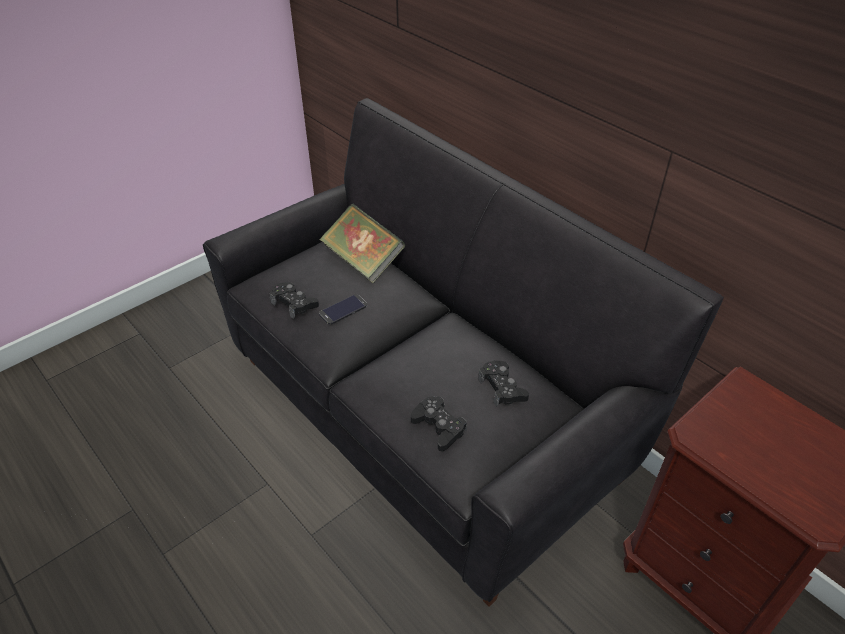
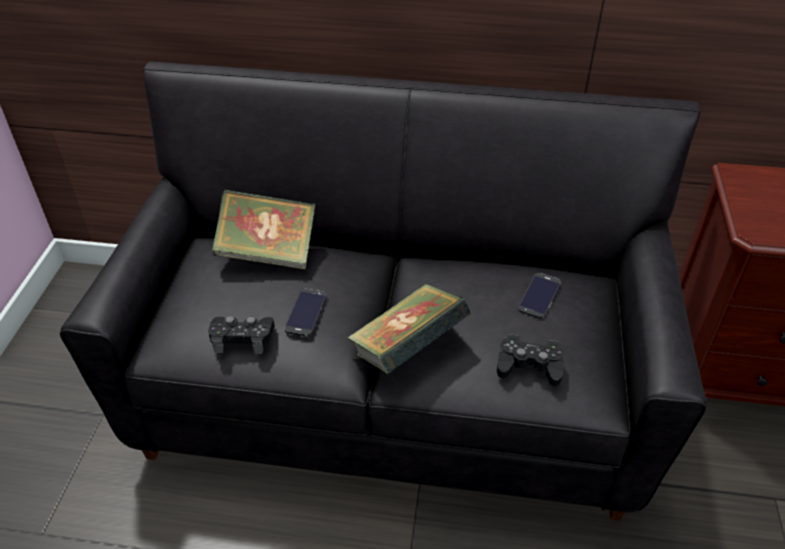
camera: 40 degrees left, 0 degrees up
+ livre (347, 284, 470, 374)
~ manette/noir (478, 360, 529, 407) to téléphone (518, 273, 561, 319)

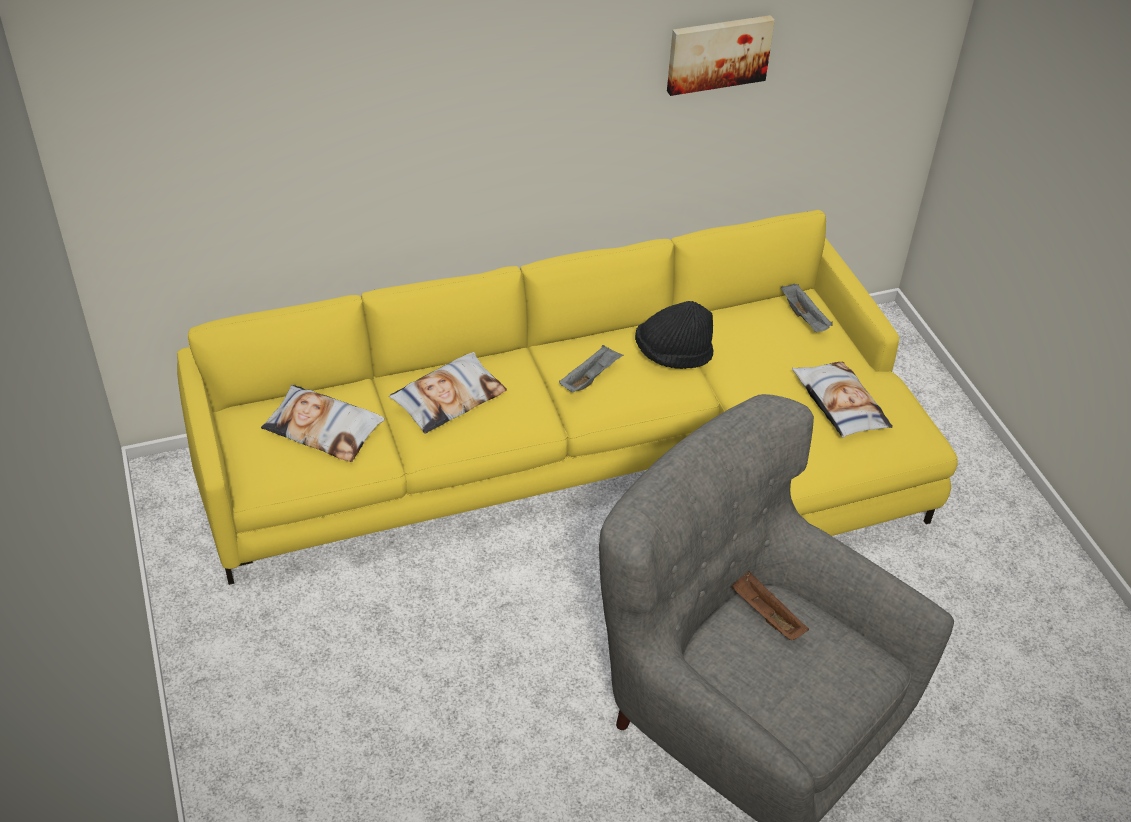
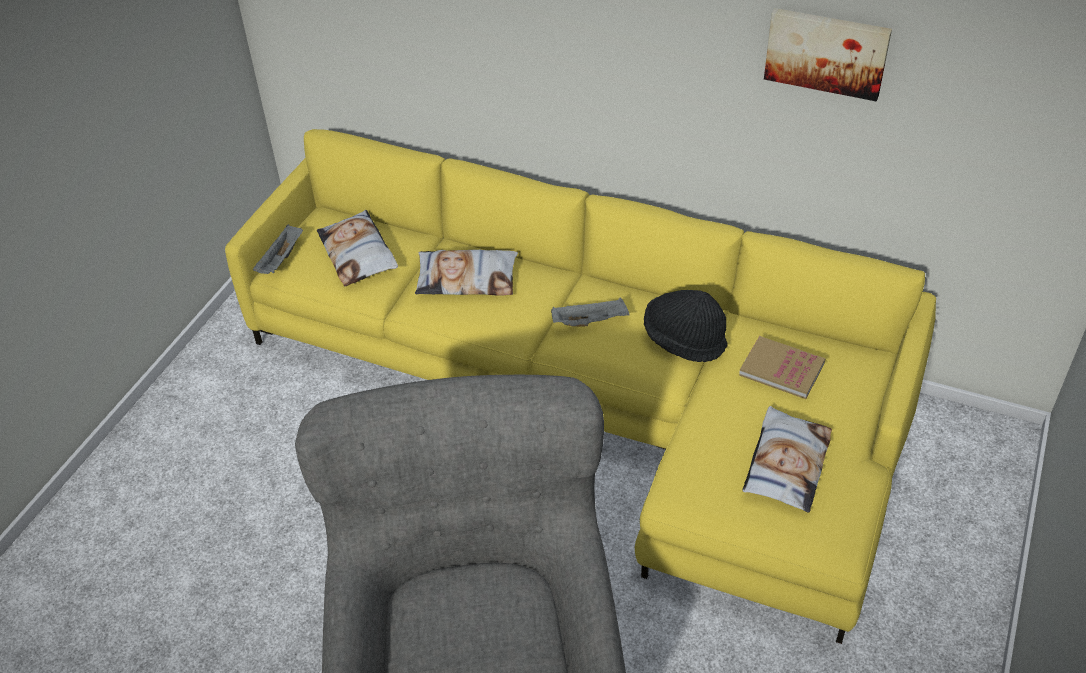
camera: 45 degrees right, 0 degrees up
- plateau/marron (731, 571, 809, 640)
+ livre (739, 336, 826, 399)
~ plateau/gris (781, 283, 833, 332) to (253, 224, 303, 274)

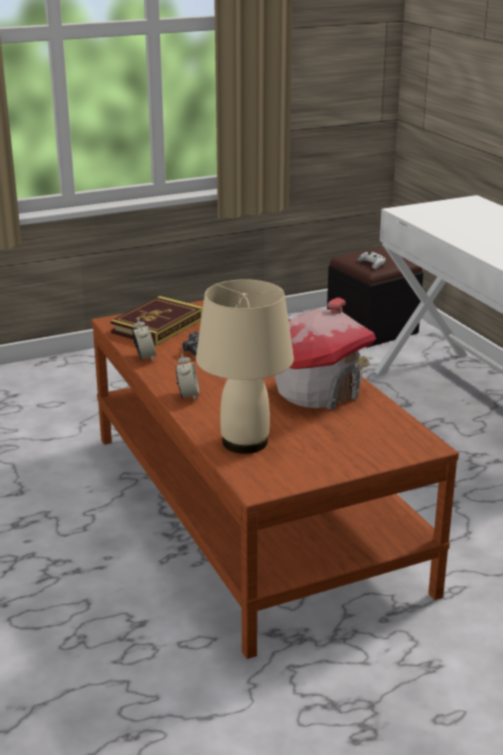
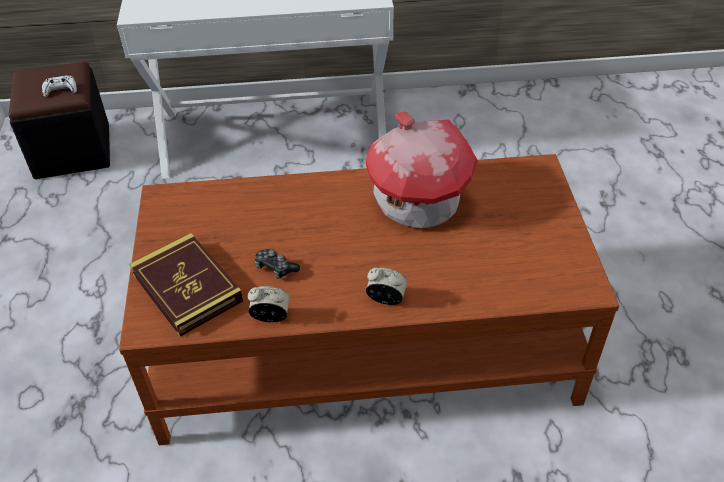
camera: 70 degrees left, 20 degrees up
- lampe de table/beige (196, 279, 294, 454)

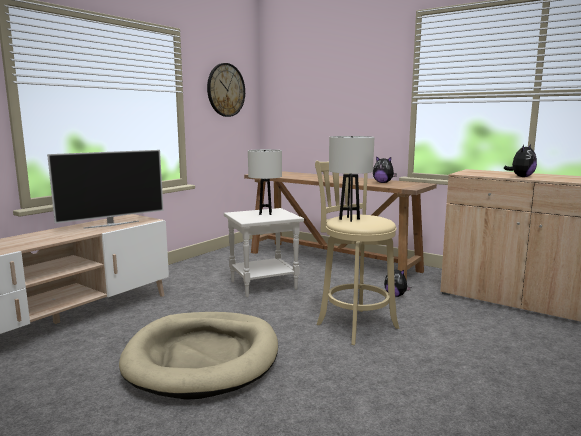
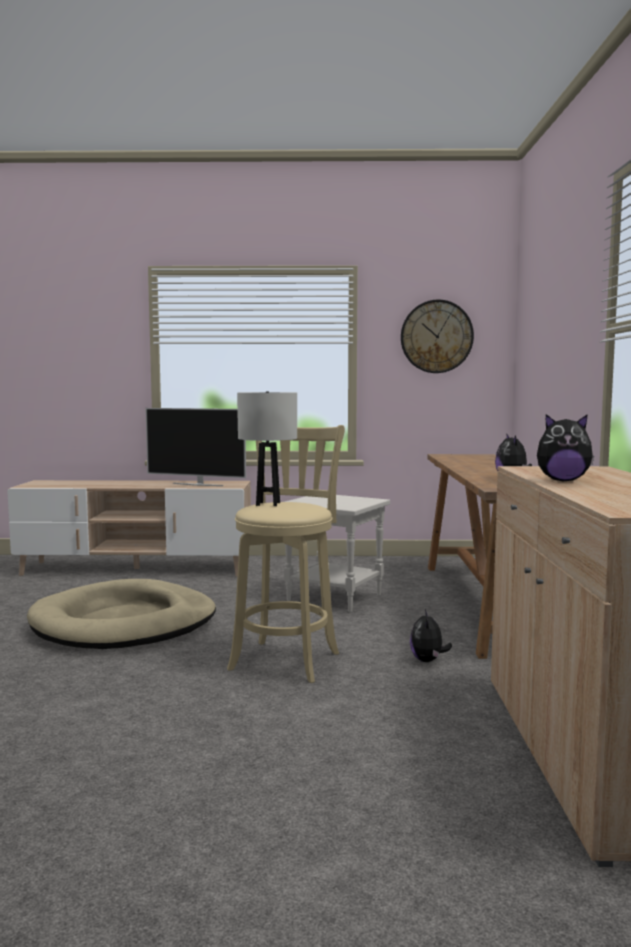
camera: 55 degrees right, 5 degrees down
- lampe de table/blanc (248, 149, 282, 215)

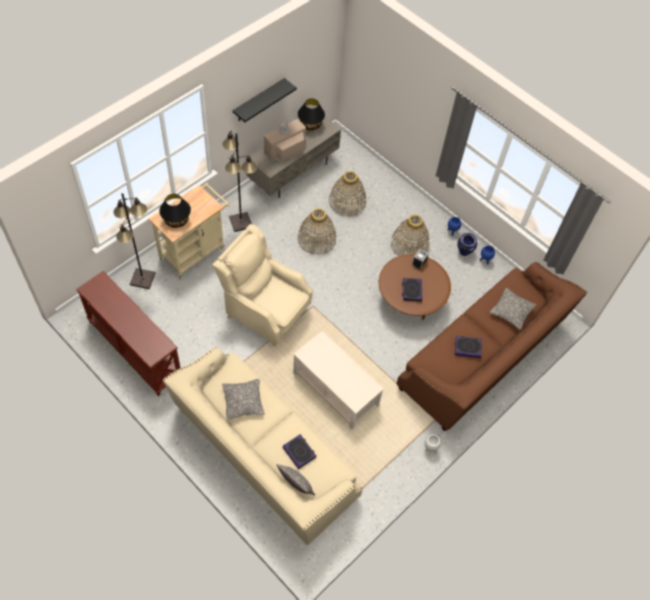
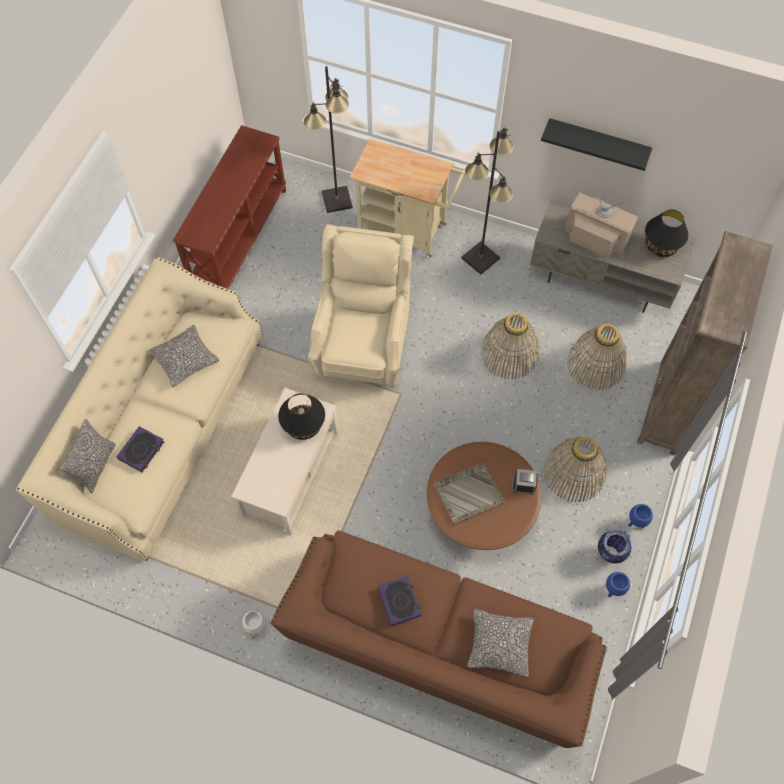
camera: 70 degrees right, 5 degrees up
+ bibliothèque/marron (637, 231, 773, 455)
~ lampe de table/noir (159, 194, 191, 228) to (278, 393, 325, 440)
~ livre (402, 278, 422, 302) to plateau/gris (434, 463, 505, 525)

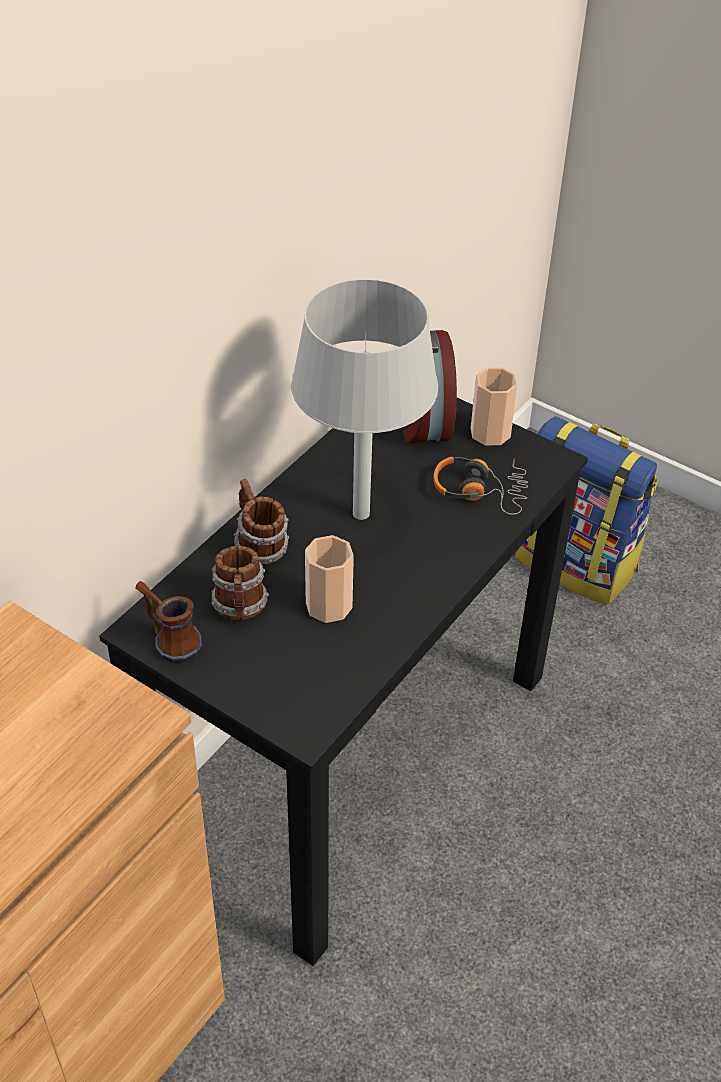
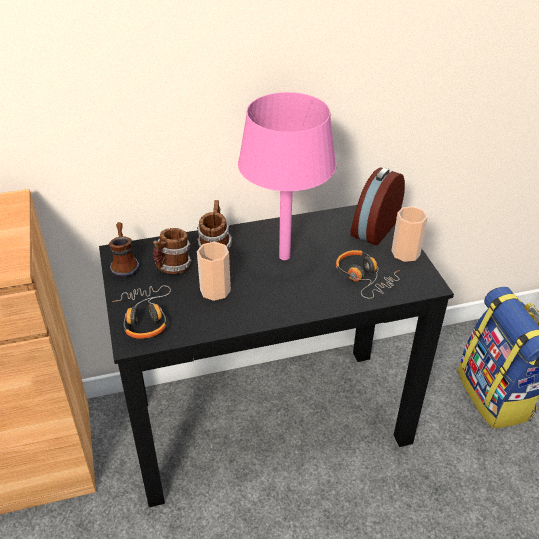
camera: 40 degrees right, 5 degrees down
+ casque audio (112, 285, 171, 339)
~ lampe de table/gris (291, 279, 438, 520) to lampe de table/rose (238, 92, 336, 260)

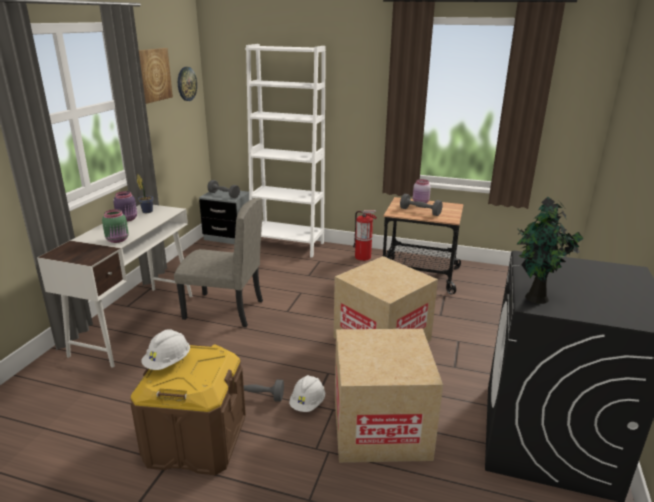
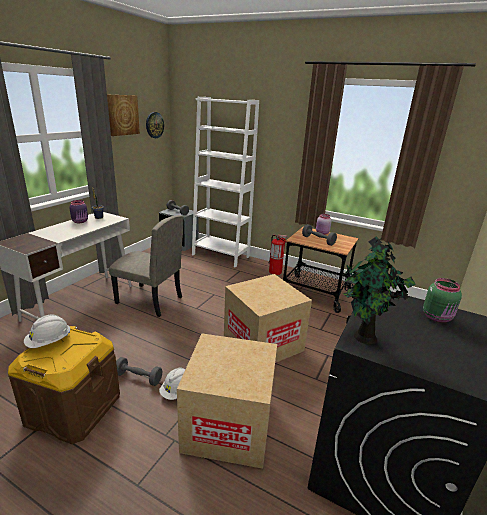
camera: 10 degrees right, 0 degrees up
~ bocal/vert (102, 209, 129, 243) to (423, 278, 462, 323)

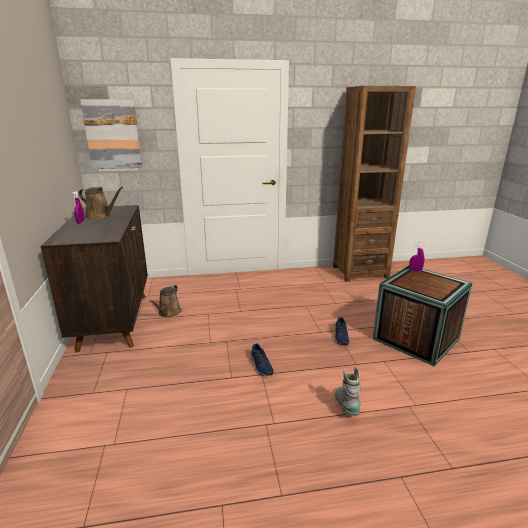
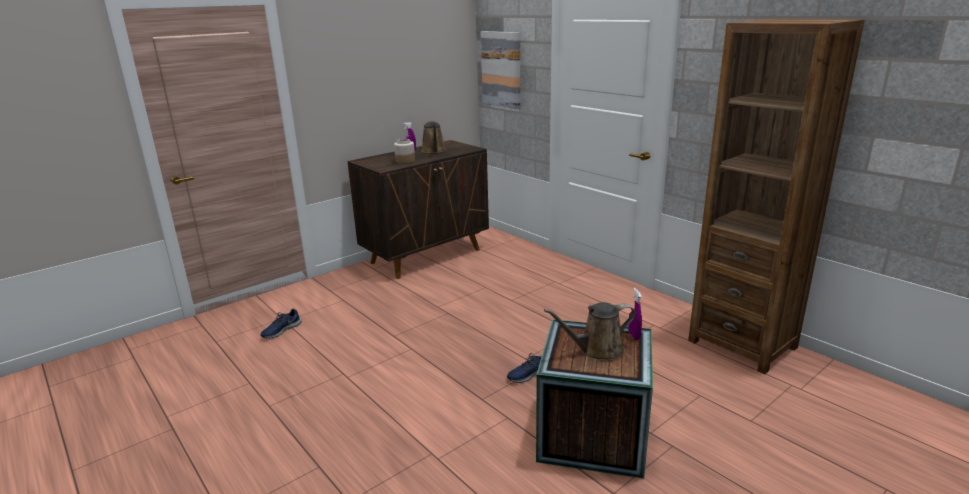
camera: 60 degrees right, 0 degrees up
- botte/gris (335, 366, 361, 416)
+ bocal (394, 139, 415, 164)
~ arrosoir/marron (149, 285, 182, 317) to (544, 302, 636, 361)
~ chaussure/bleu (250, 344, 274, 376) to (261, 309, 301, 338)

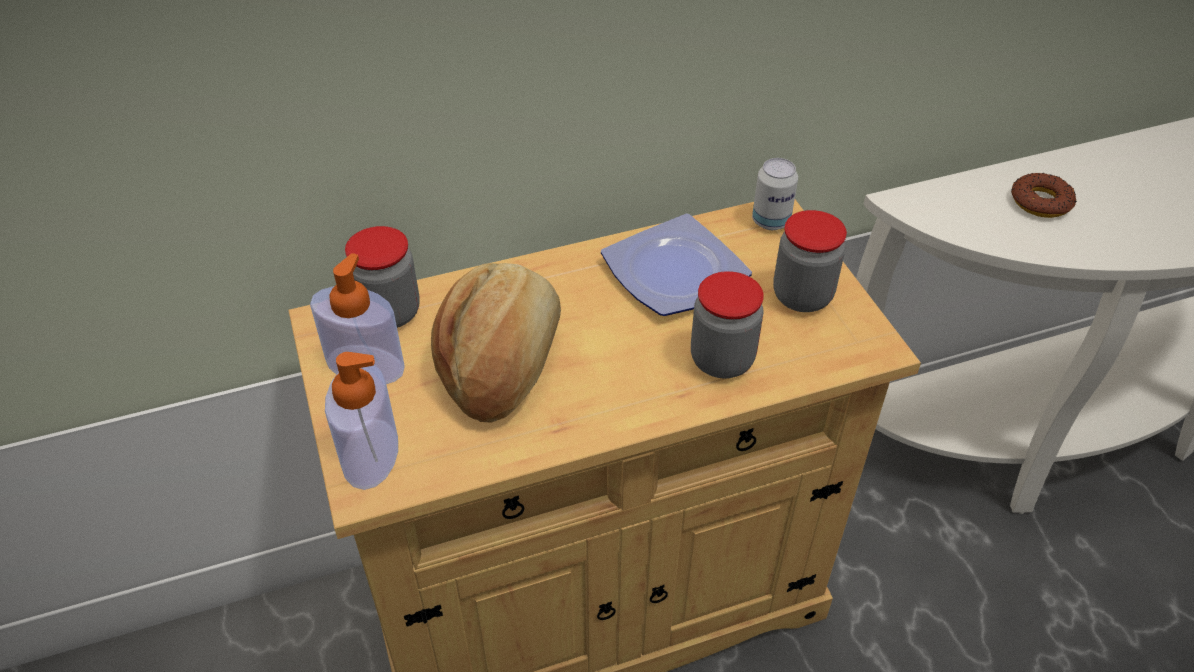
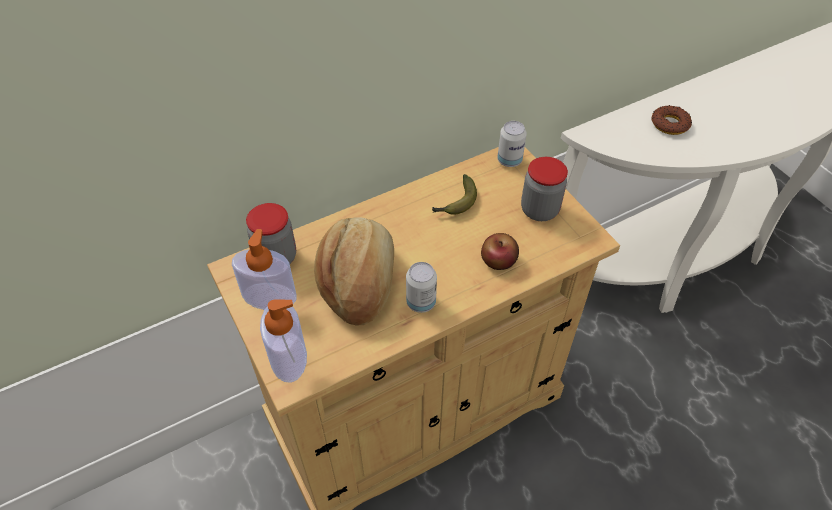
camera: 10 degrees left, 5 degrees up
+ boîte métallique (406, 262, 437, 313)
~ assiette (601, 213, 752, 316) to banane (432, 174, 477, 215)
~ bocal (691, 271, 764, 379) to pomme (481, 233, 519, 270)

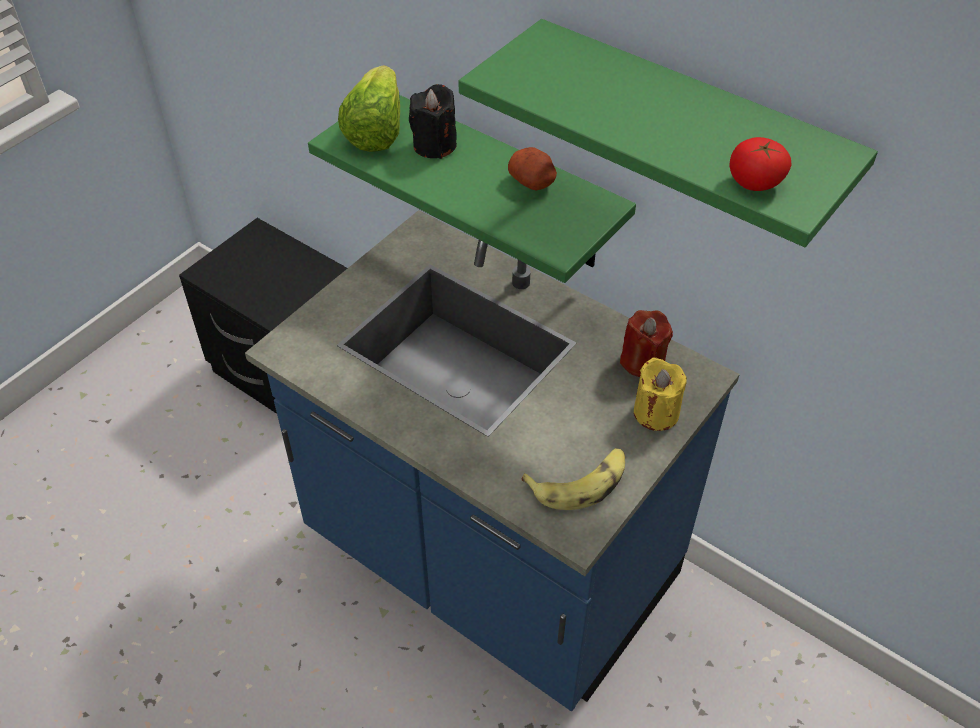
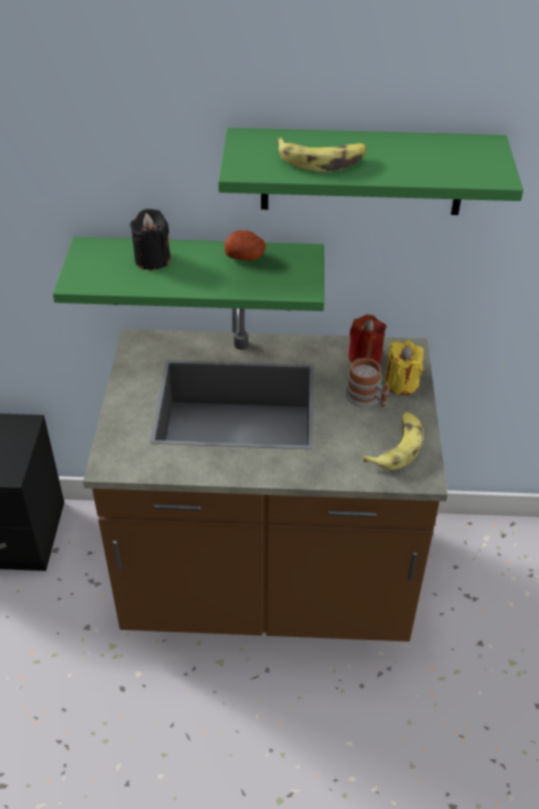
camera: 35 degrees left, 5 degrees down
- laitue (338, 65, 400, 152)
- tomate (730, 137, 791, 191)
+ banane (276, 138, 367, 172)
+ mug (345, 358, 390, 408)
~ comptoir de cuisine/bleu (245, 210, 740, 711) to comptoir de cuisine/marron (83, 308, 448, 642)

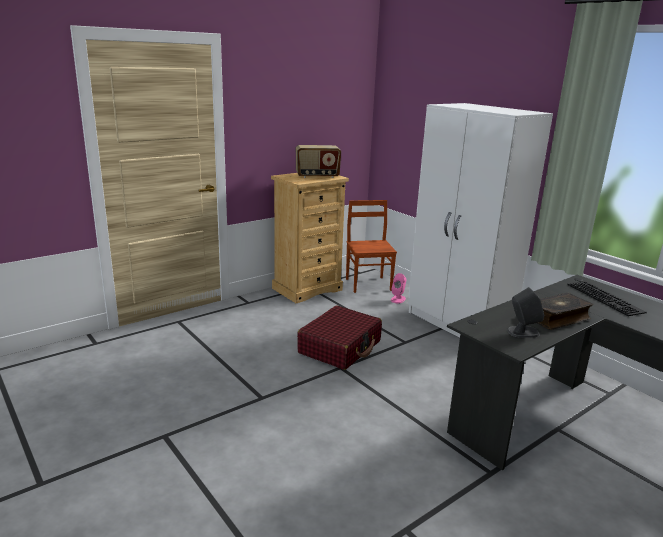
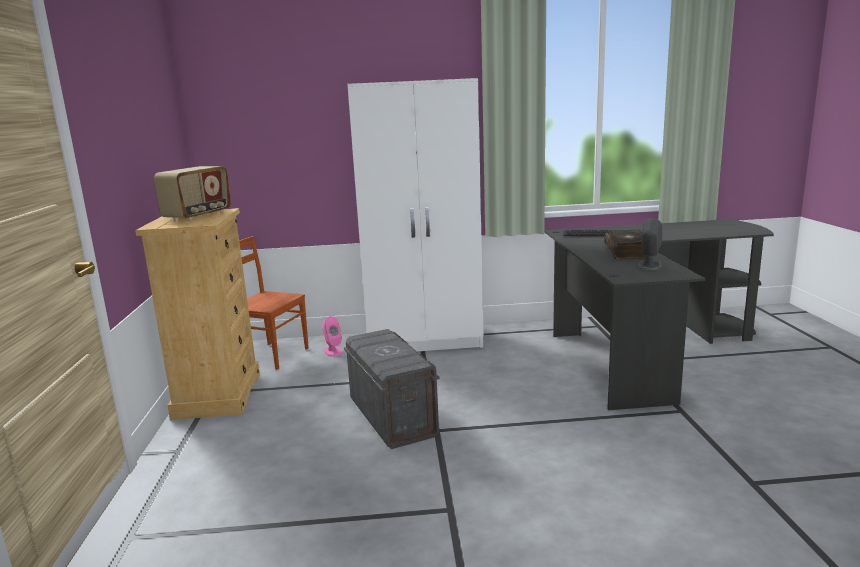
camera: 55 degrees left, 5 degrees down
~ valise/rouge (297, 306, 382, 370) to boîte de rangement/gris (344, 329, 440, 449)

